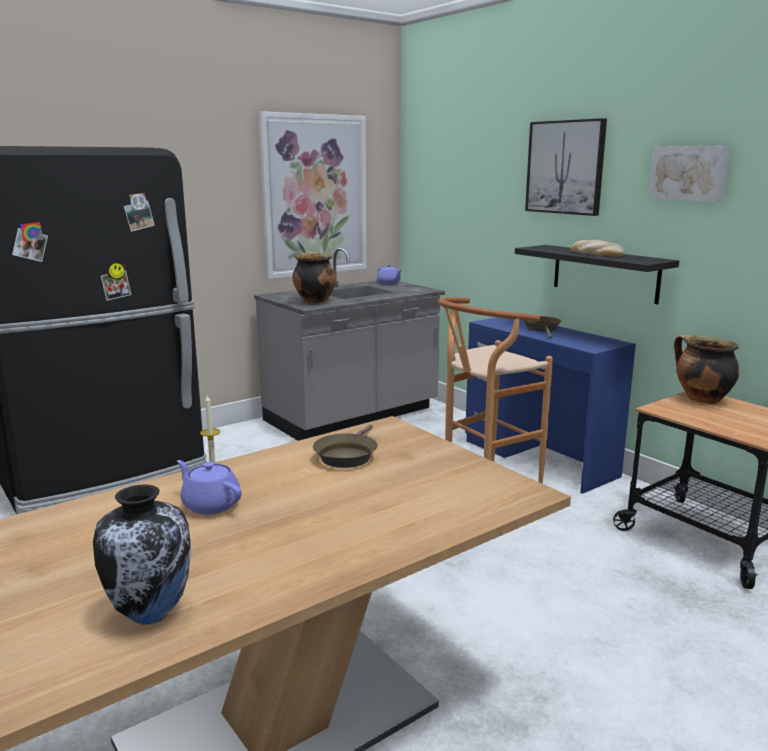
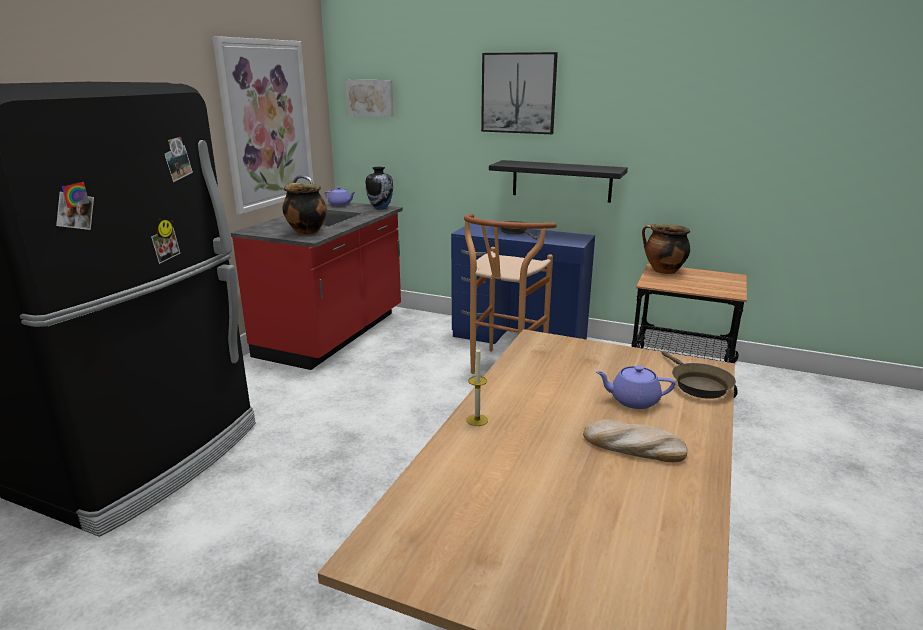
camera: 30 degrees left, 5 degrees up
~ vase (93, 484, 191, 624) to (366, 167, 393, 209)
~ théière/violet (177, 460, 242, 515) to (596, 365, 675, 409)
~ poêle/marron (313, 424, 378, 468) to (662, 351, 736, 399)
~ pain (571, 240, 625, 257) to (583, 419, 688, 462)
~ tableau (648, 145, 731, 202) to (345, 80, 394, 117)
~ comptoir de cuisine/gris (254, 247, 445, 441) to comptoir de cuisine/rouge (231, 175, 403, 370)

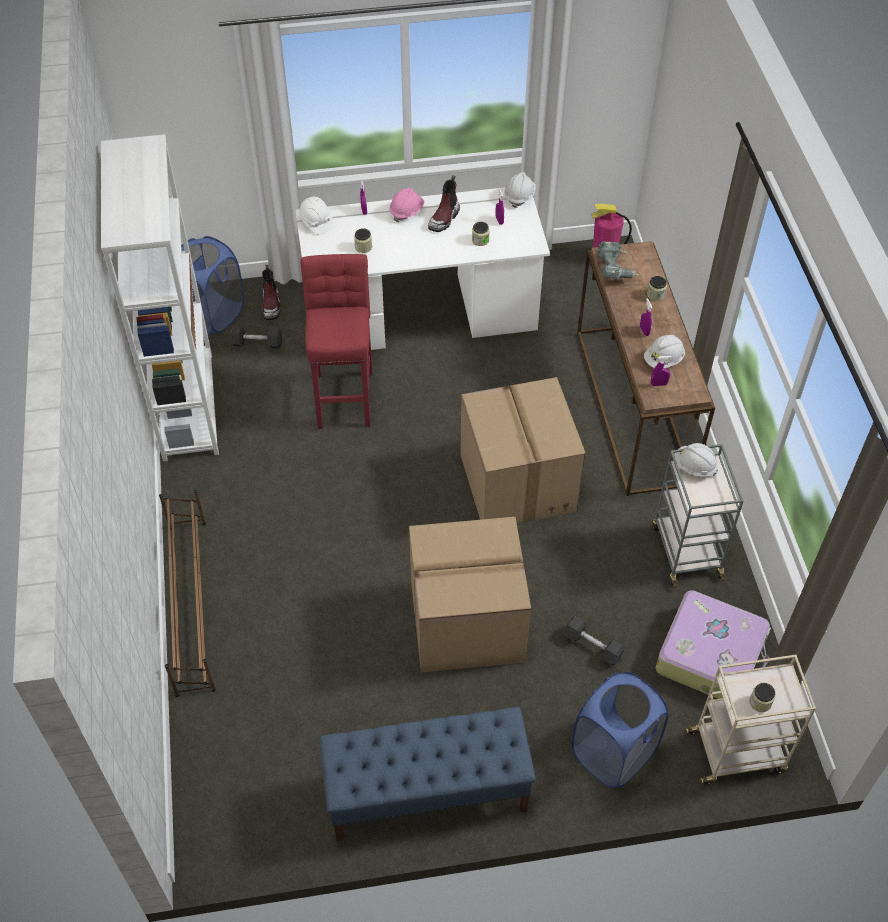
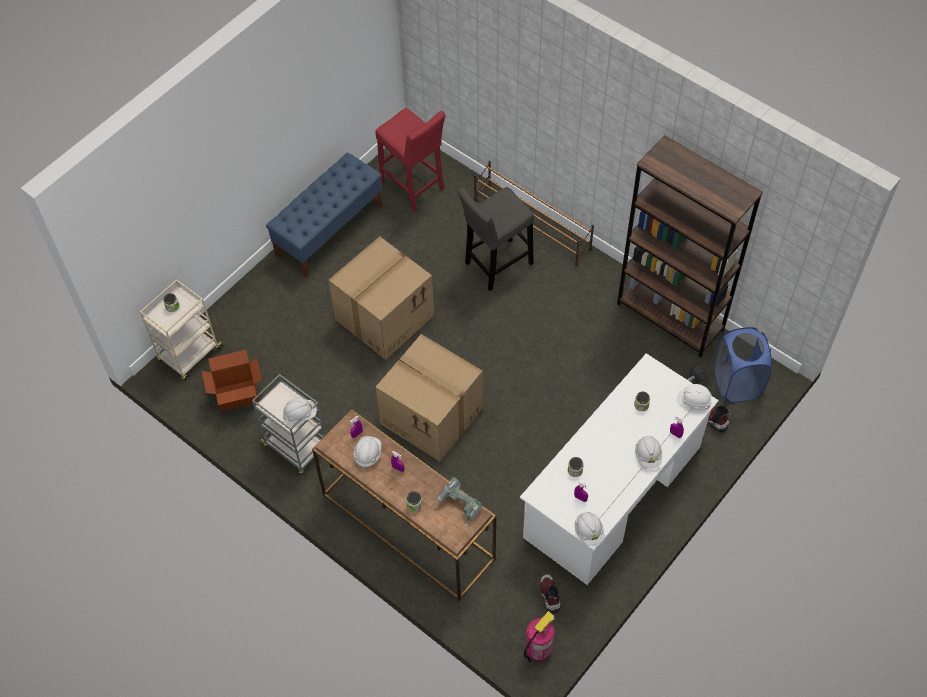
camera: 140 degrees right, 5 degrees up
- haltère/gris (564, 616, 625, 666)
- panier à linge/bleu (572, 672, 669, 788)
+ tabouret/gris (458, 187, 534, 291)
~ tabouret/rouge (300, 254, 372, 429) to (375, 108, 446, 212)
~ botte (428, 175, 460, 232) to (539, 574, 561, 613)
~ valise (656, 590, 771, 699) to carton (202, 350, 262, 411)
~ bibliothèque/blanc (101, 134, 219, 461) to bibliothèque/marron (617, 135, 763, 358)
~ casque de chantier/rose (390, 188, 425, 222) to casque de chantier/blanc (635, 436, 662, 469)

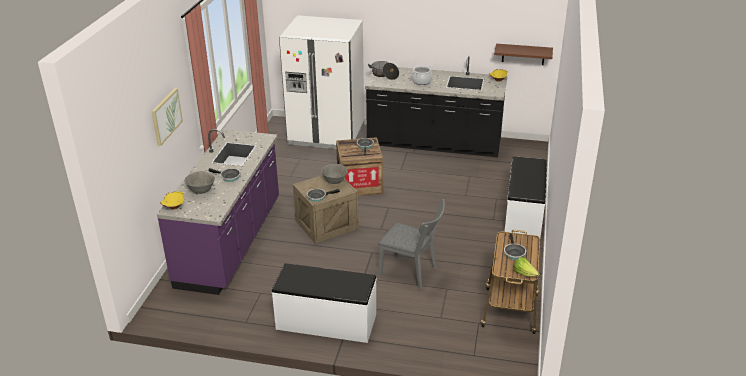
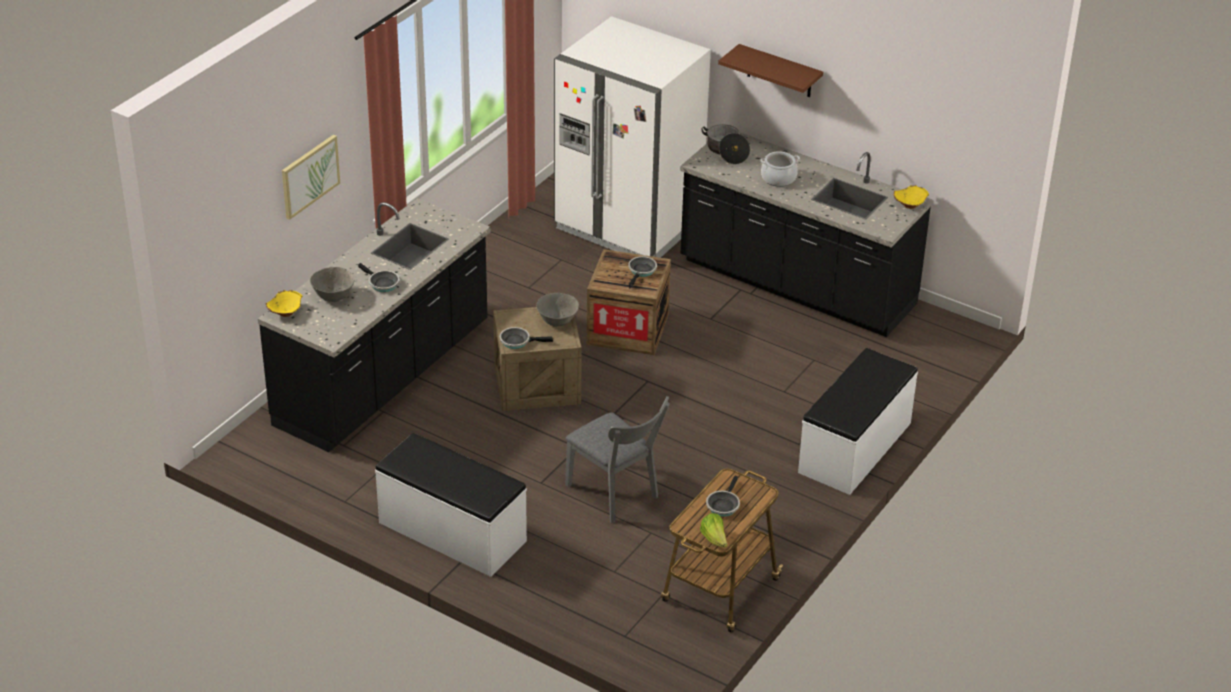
camera: 20 degrees right, 5 degrees up
~ étagère/marron (494, 44, 553, 65) to (718, 44, 823, 97)
~ comptoir de cuisine/violet (157, 129, 279, 295) to comptoir de cuisine/noir (258, 198, 491, 452)

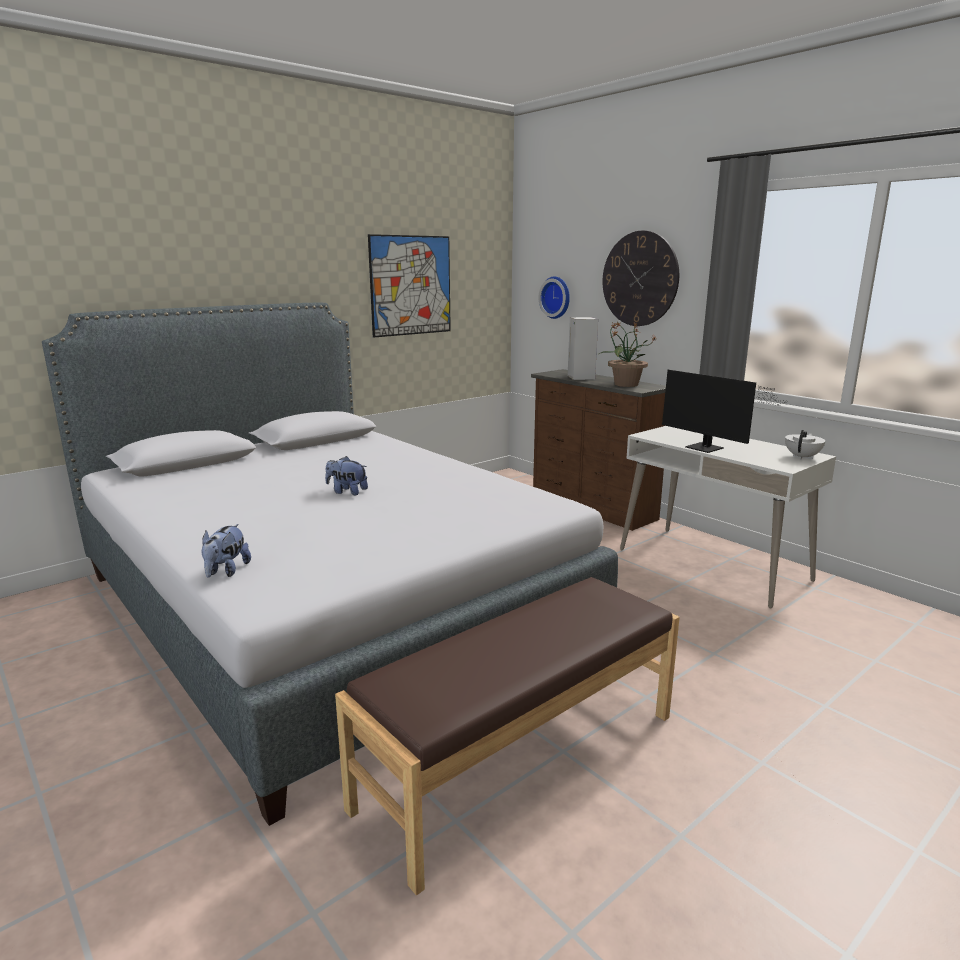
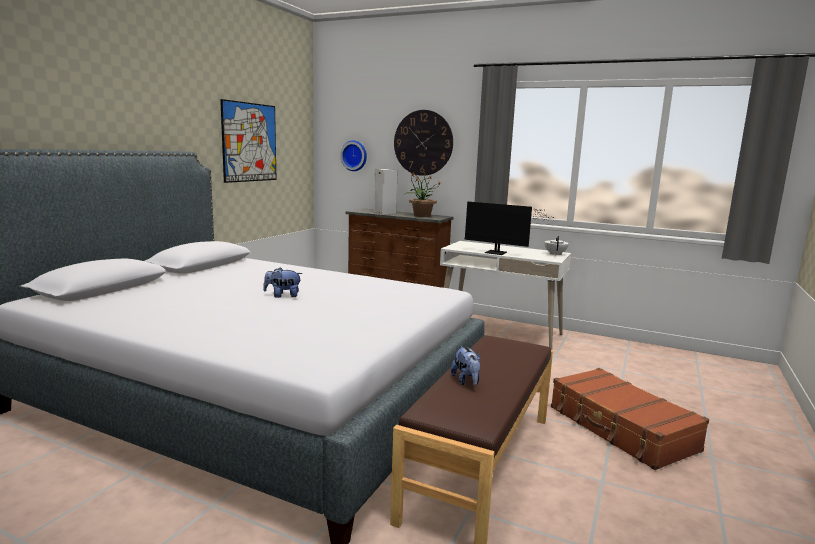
camera: 25 degrees left, 5 degrees down
+ valise/marron (551, 368, 709, 470)
~ peluche (201, 524, 251, 578) to (451, 346, 481, 386)

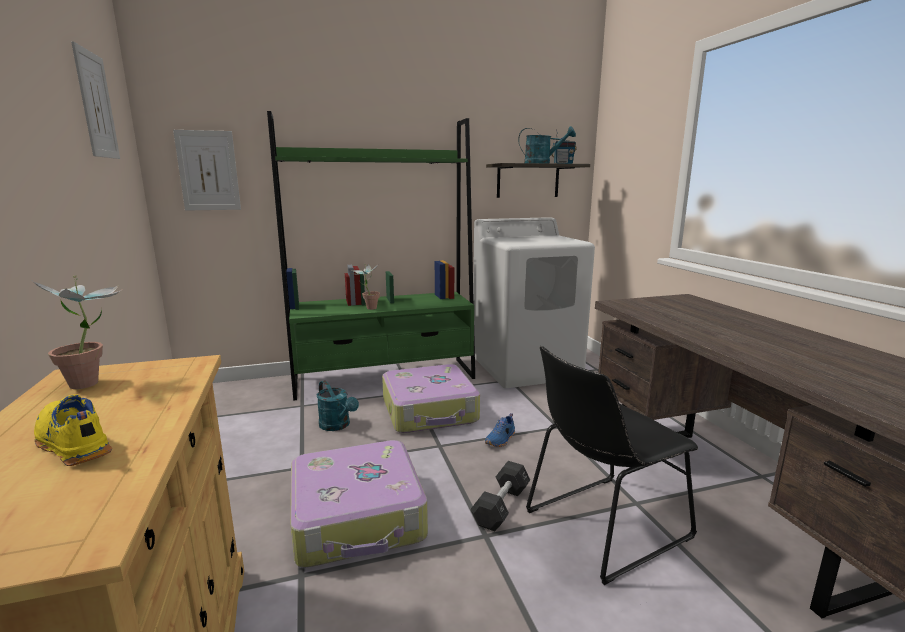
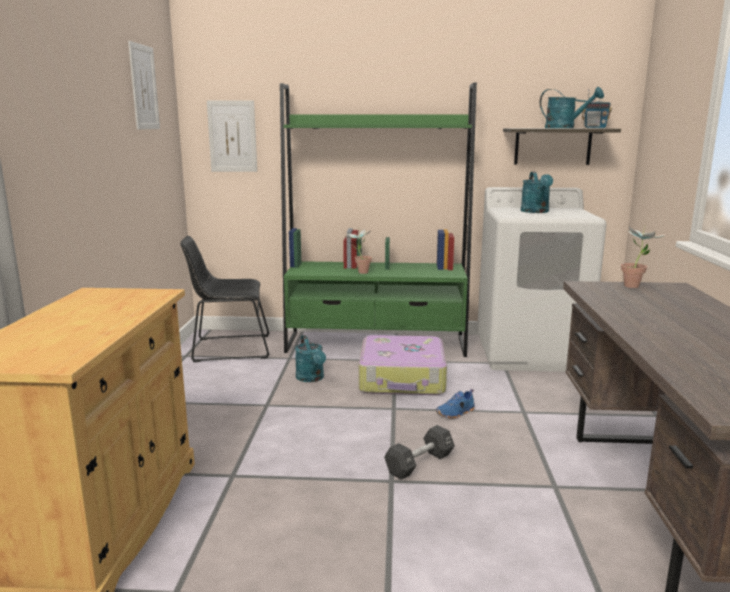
camera: 20 degrees right, 0 degrees up
- chaussure/jaune (34, 394, 112, 466)
- valise (291, 440, 428, 568)
+ arrosoir/turquoise (521, 171, 553, 213)
~ plante en pot (33, 275, 121, 389) to (621, 225, 666, 288)
~ chaise/noir (526, 346, 698, 585) to (180, 236, 269, 362)

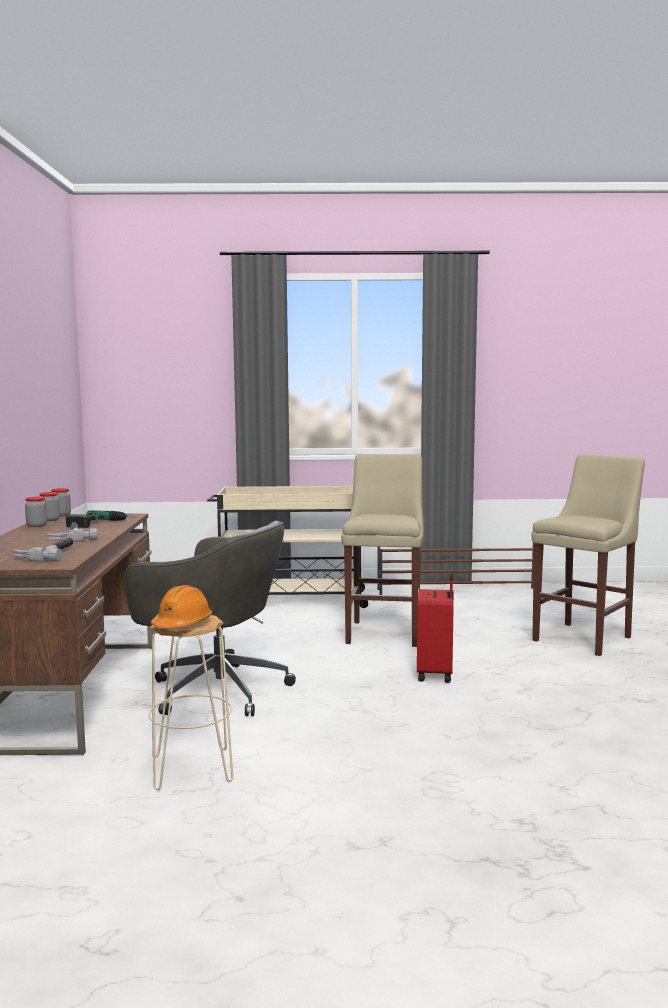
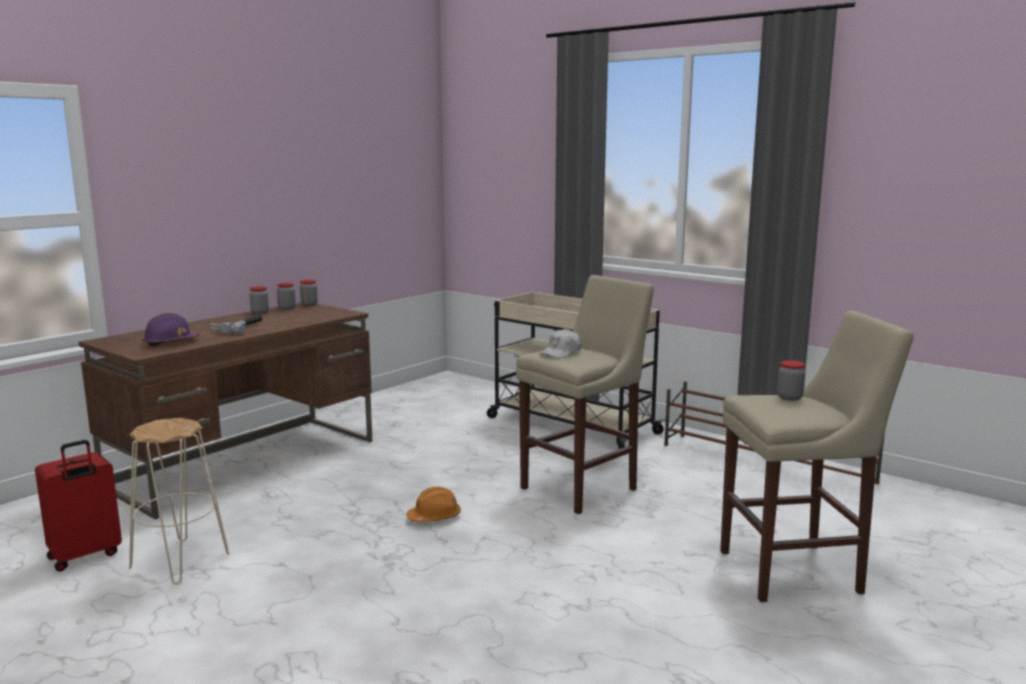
camera: 40 degrees right, 5 degrees up
- perceuse (66, 510, 133, 528)
- chaise de bureau/gris (124, 521, 296, 716)
+ casquette/blanc (539, 329, 581, 359)
+ bocal (777, 360, 805, 401)
~ casque de chantier/orange (151, 585, 212, 628) to (407, 487, 461, 522)
~ valise/rouge (417, 571, 454, 683) to (35, 440, 122, 571)
~ marteau (12, 538, 73, 562) to casque de chantier/violet (142, 313, 199, 346)

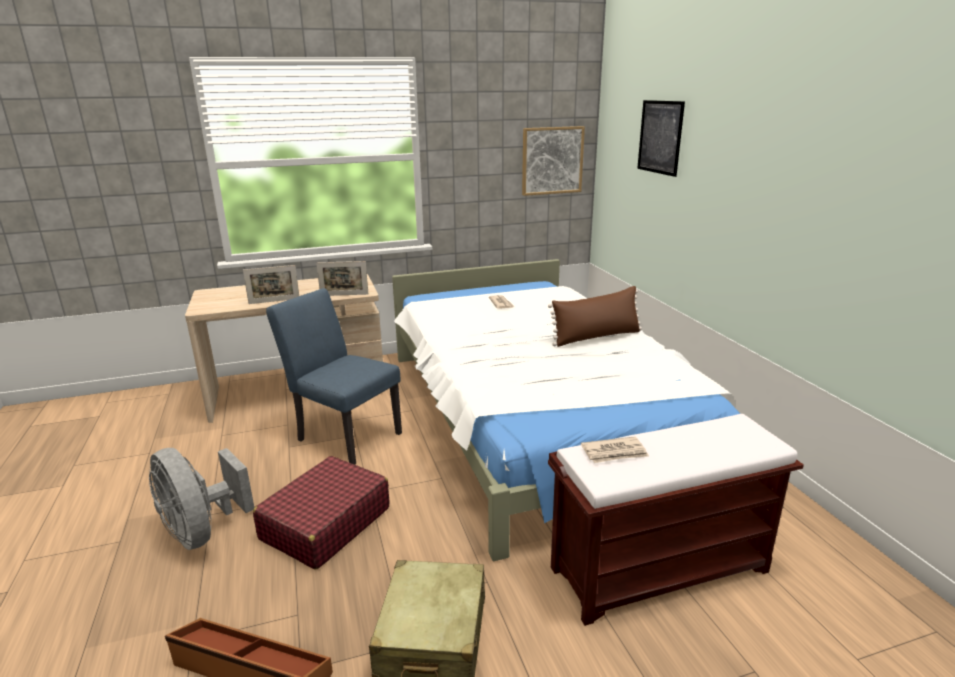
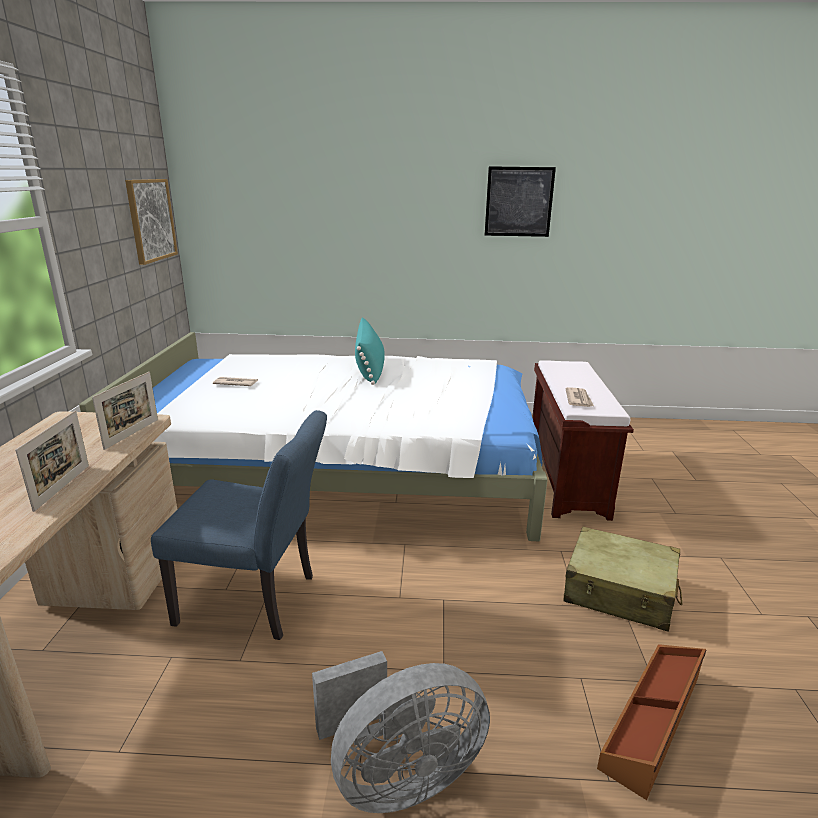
camera: 70 degrees left, 0 degrees up
- valise/rouge (253, 456, 390, 570)
~ tableau (637, 100, 685, 177) to (485, 166, 556, 237)
~ coussin/marron (548, 286, 642, 347) to coussin/turquoise (355, 318, 385, 385)
~ chaise/bleu (266, 288, 402, 465) = (151, 410, 327, 640) 135 degrees counterclockwise

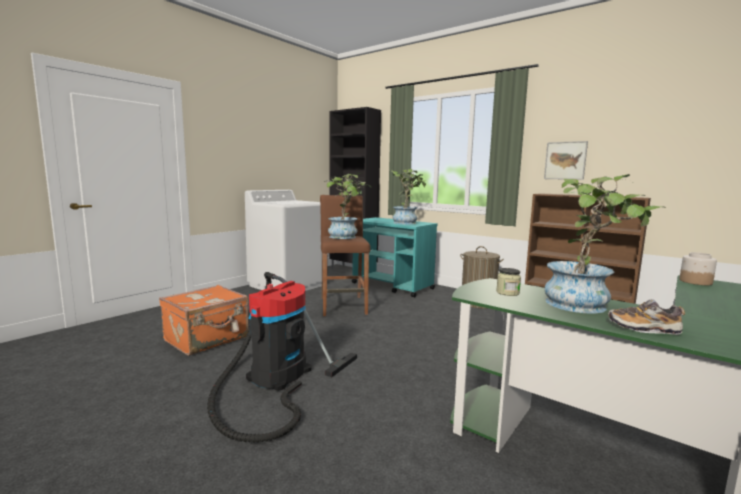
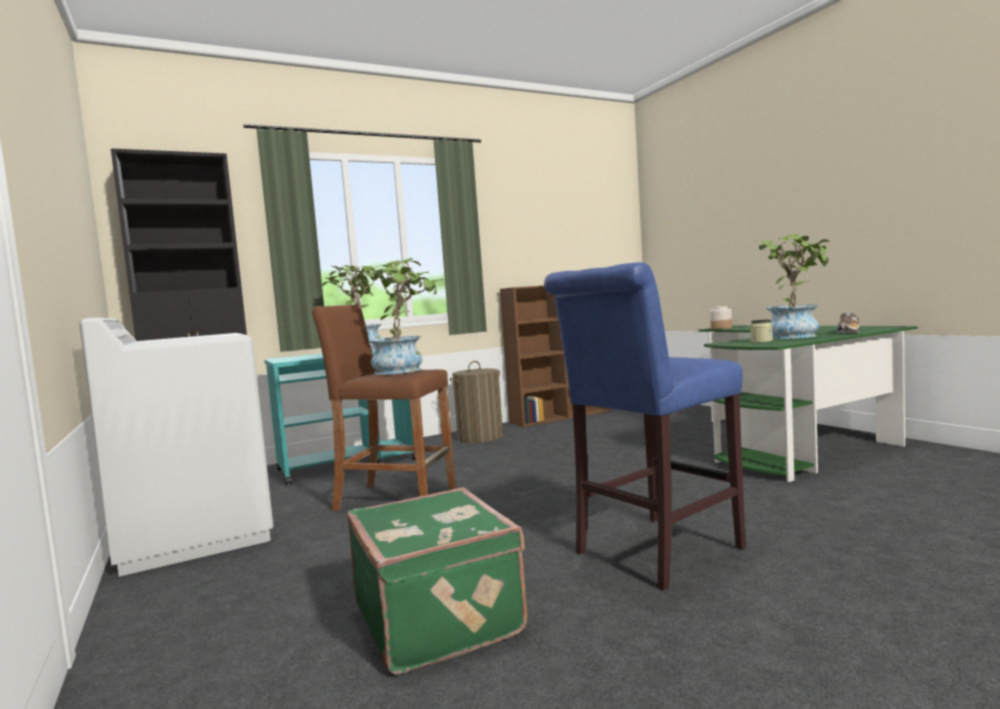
camera: 65 degrees left, 5 degrees down
- tableau (544, 141, 588, 180)
~ aspirateur (207, 272, 357, 443) to tabouret/bleu (544, 262, 746, 590)
~ valise/orange (159, 285, 248, 356) to valise/vert (347, 487, 527, 675)

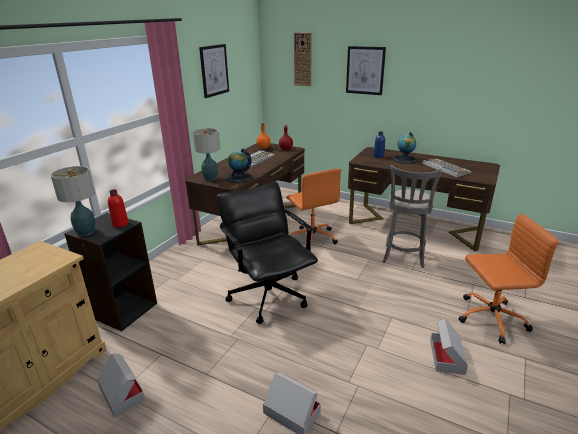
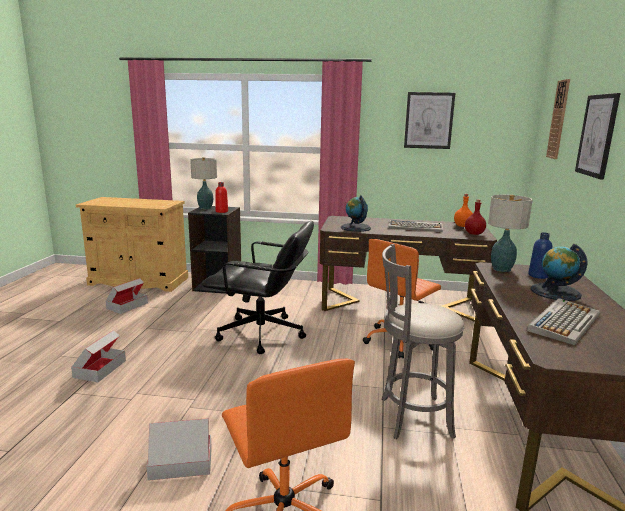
camera: 70 degrees right, 10 degrees down
~ lampe de table (193, 128, 220, 181) to (488, 195, 533, 272)
~ chaise de bureau/noir (217, 182, 318, 324) = (202, 221, 314, 354) 60 degrees clockwise

